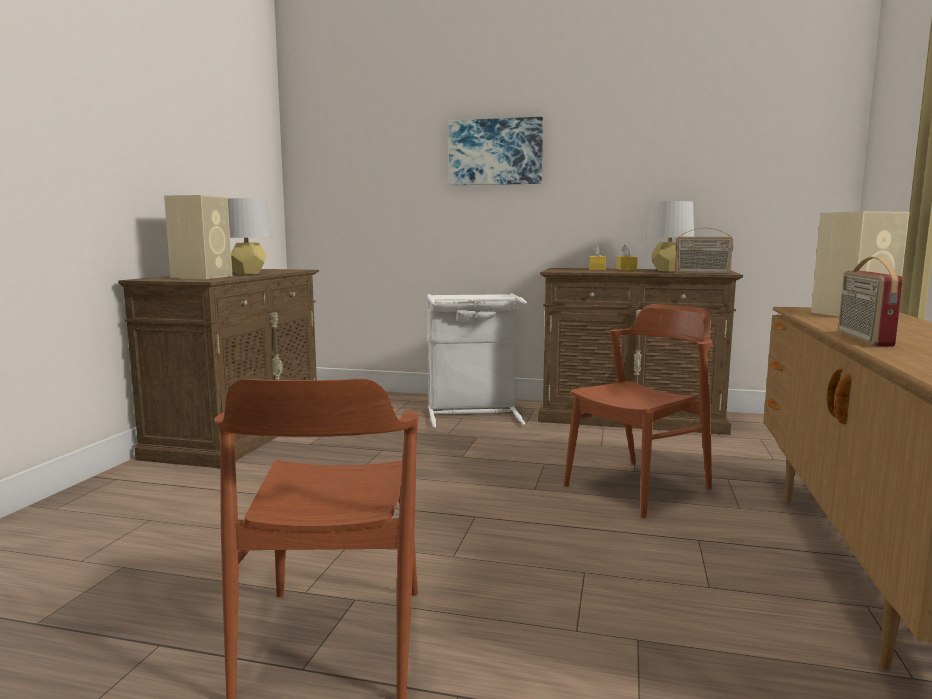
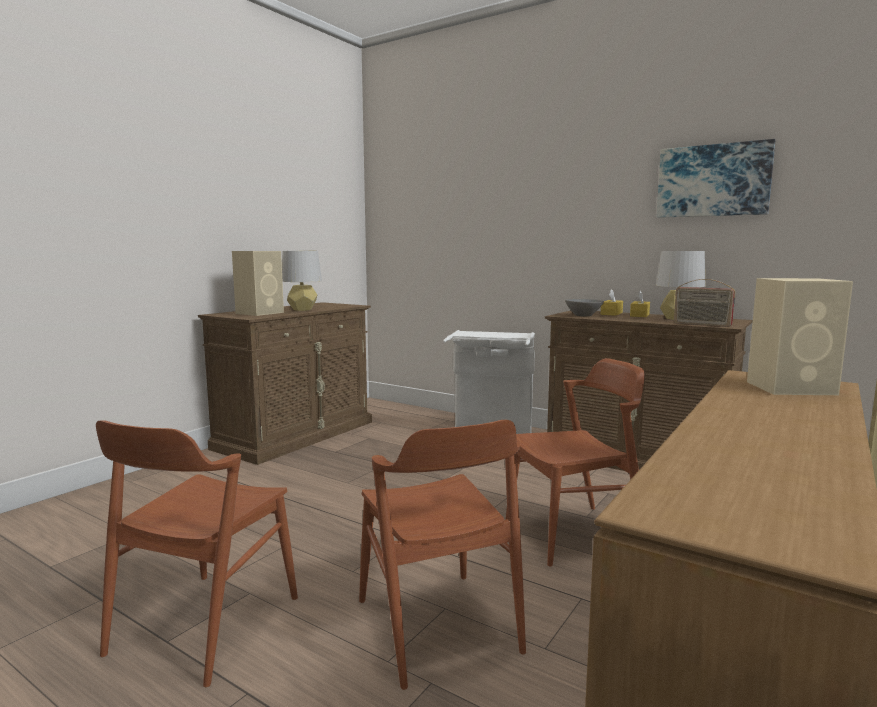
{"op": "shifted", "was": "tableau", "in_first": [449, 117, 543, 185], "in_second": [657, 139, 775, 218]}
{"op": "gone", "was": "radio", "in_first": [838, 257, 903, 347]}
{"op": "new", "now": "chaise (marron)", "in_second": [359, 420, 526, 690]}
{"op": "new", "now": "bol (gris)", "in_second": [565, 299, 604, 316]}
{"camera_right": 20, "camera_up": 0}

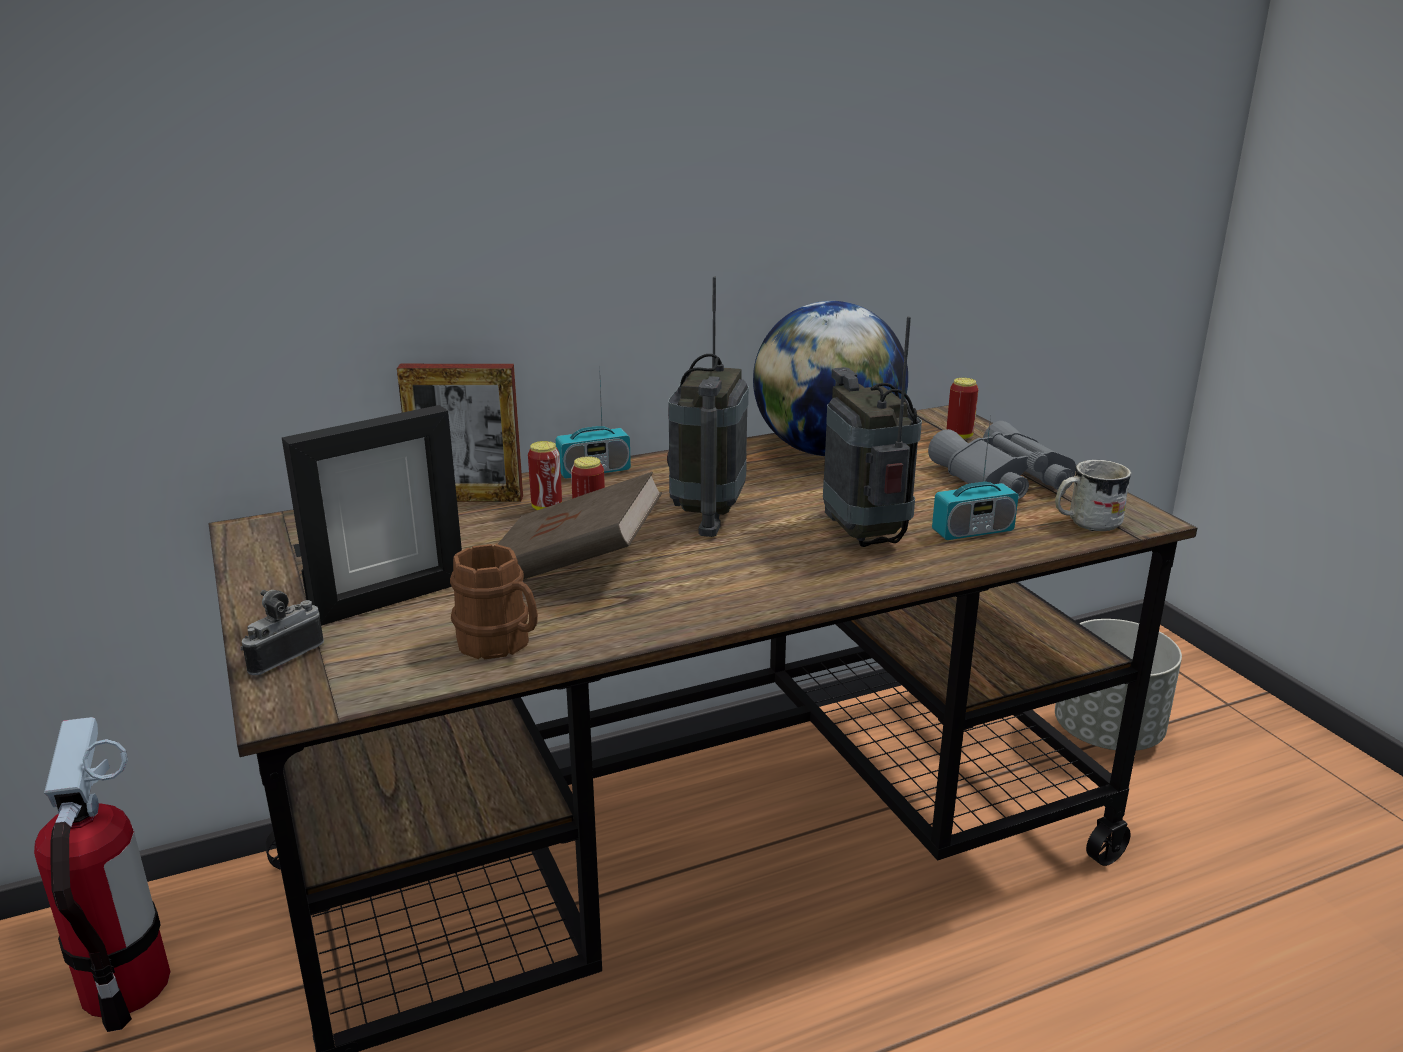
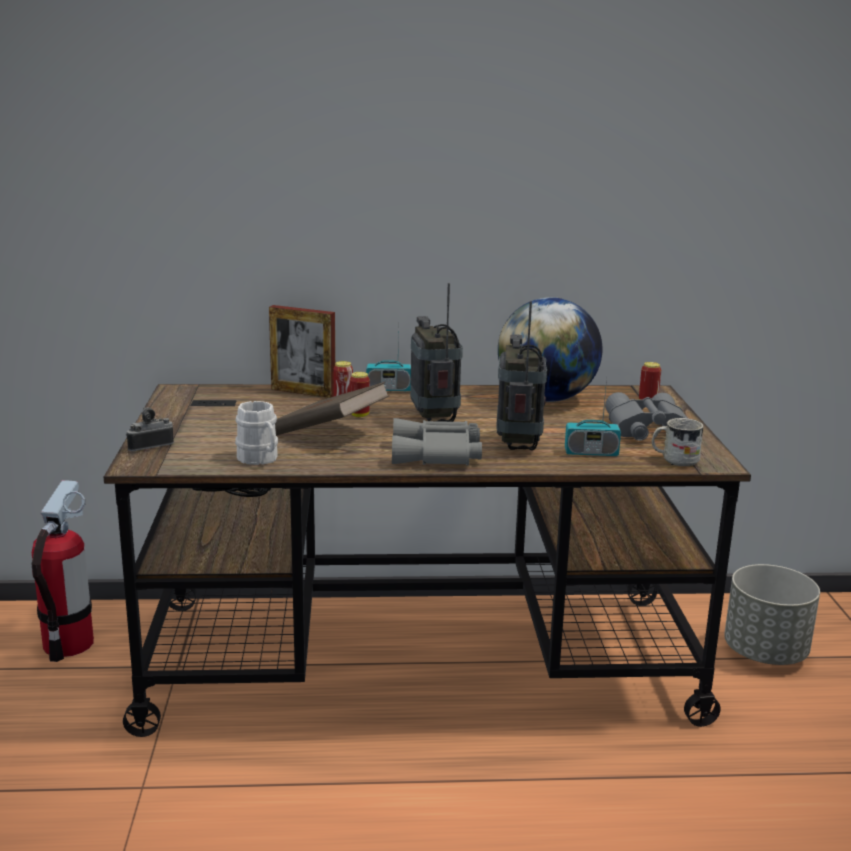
{"op": "gone", "was": "cadre photo", "in_first": [282, 405, 462, 626]}
{"op": "repainted", "was": "mug (marron)", "now": "mug (blanc)", "in_first": [450, 544, 538, 659], "in_second": [235, 401, 278, 465]}
{"op": "rotated", "was": "radio", "in_first": [667, 276, 749, 537], "in_second": [410, 283, 463, 422], "clockwise": 135}
{"op": "new", "now": "jumelles (gris)", "in_second": [392, 418, 482, 465]}
{"camera_right": 20, "camera_up": -5}

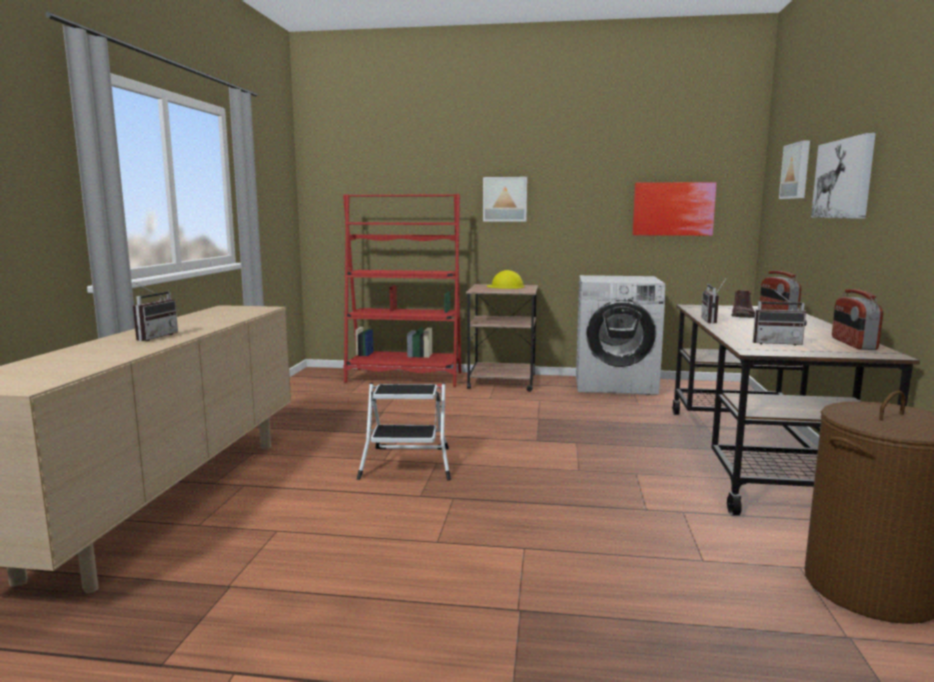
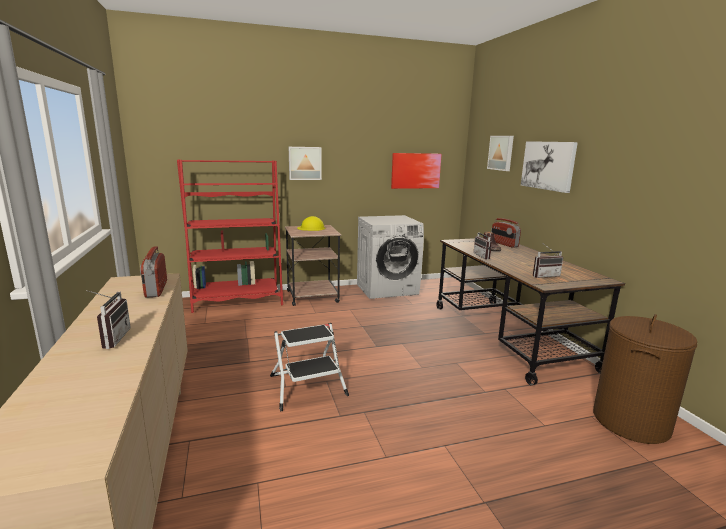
{"op": "shifted", "was": "radio", "in_first": [832, 289, 883, 350], "in_second": [140, 247, 167, 298]}
{"camera_right": -25, "camera_up": 5}

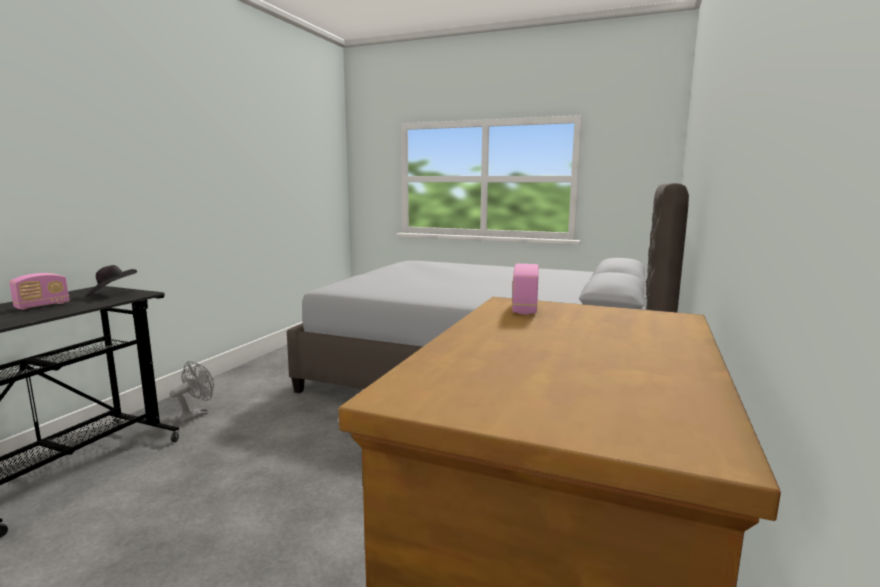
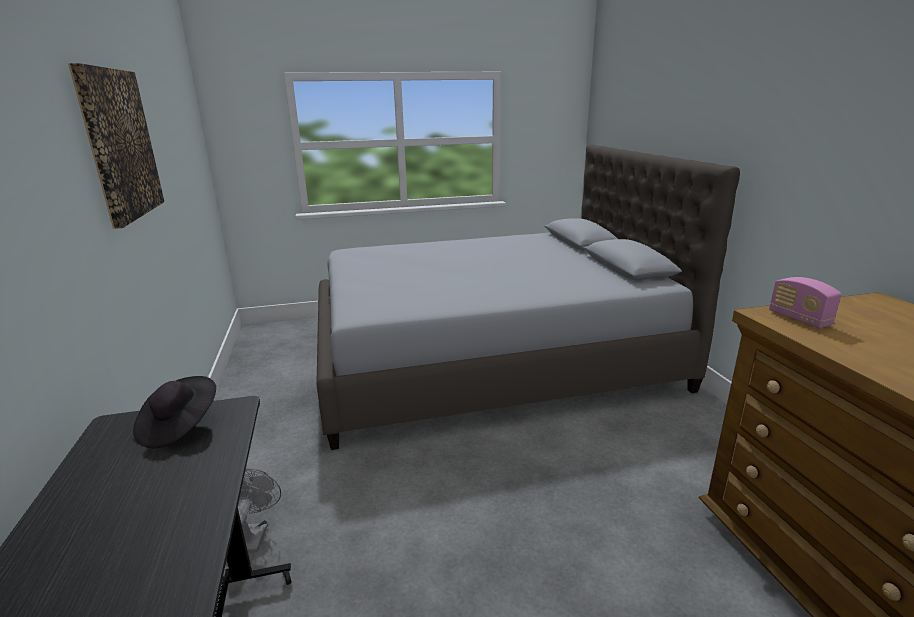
{"op": "gone", "was": "radio", "in_first": [9, 273, 69, 310]}
{"op": "new", "now": "tableau", "in_second": [68, 63, 164, 229]}
{"camera_right": -35, "camera_up": 10}

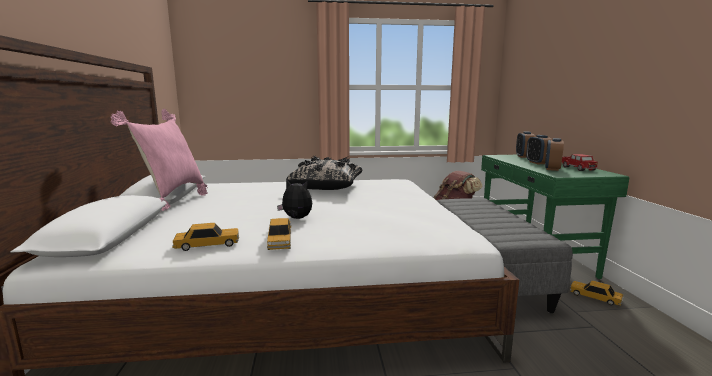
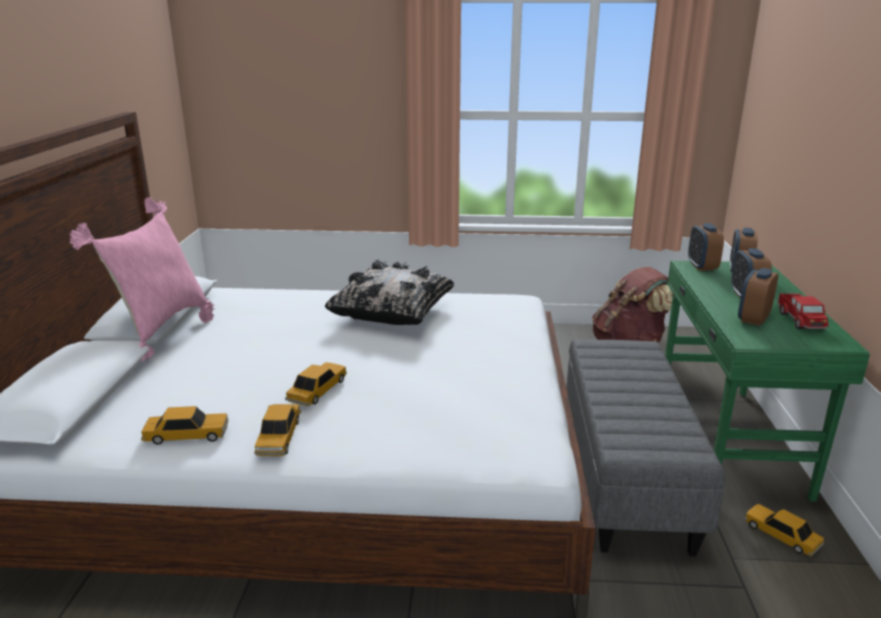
{"op": "swapped", "was": "peluche", "now": "petite voiture", "in_first": [277, 180, 312, 219], "in_second": [285, 362, 347, 406]}
{"op": "new", "now": "réveil", "in_second": [688, 223, 724, 271]}
{"camera_right": 10, "camera_up": 10}

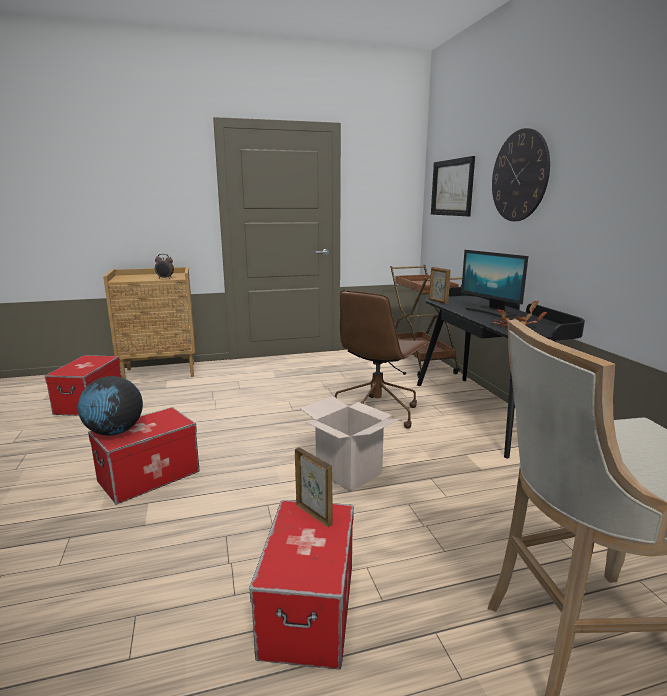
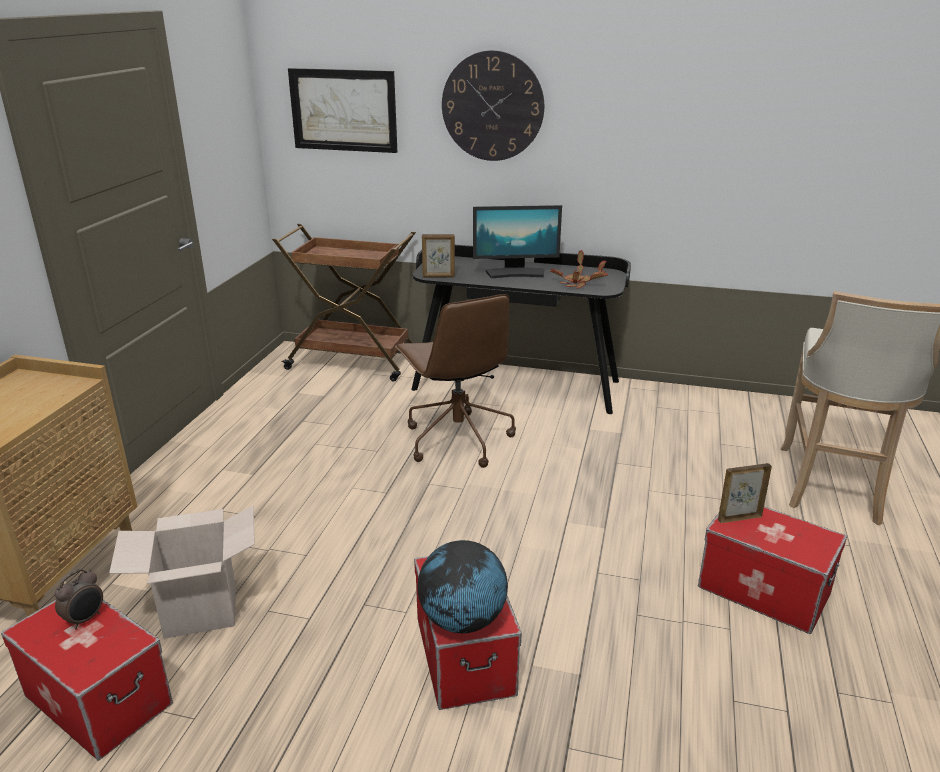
{"op": "shifted", "was": "réveil", "in_first": [155, 254, 174, 279], "in_second": [55, 569, 103, 629]}
{"op": "shifted", "was": "carton", "in_first": [300, 396, 402, 492], "in_second": [109, 506, 255, 639]}
{"camera_right": -60, "camera_up": 10}

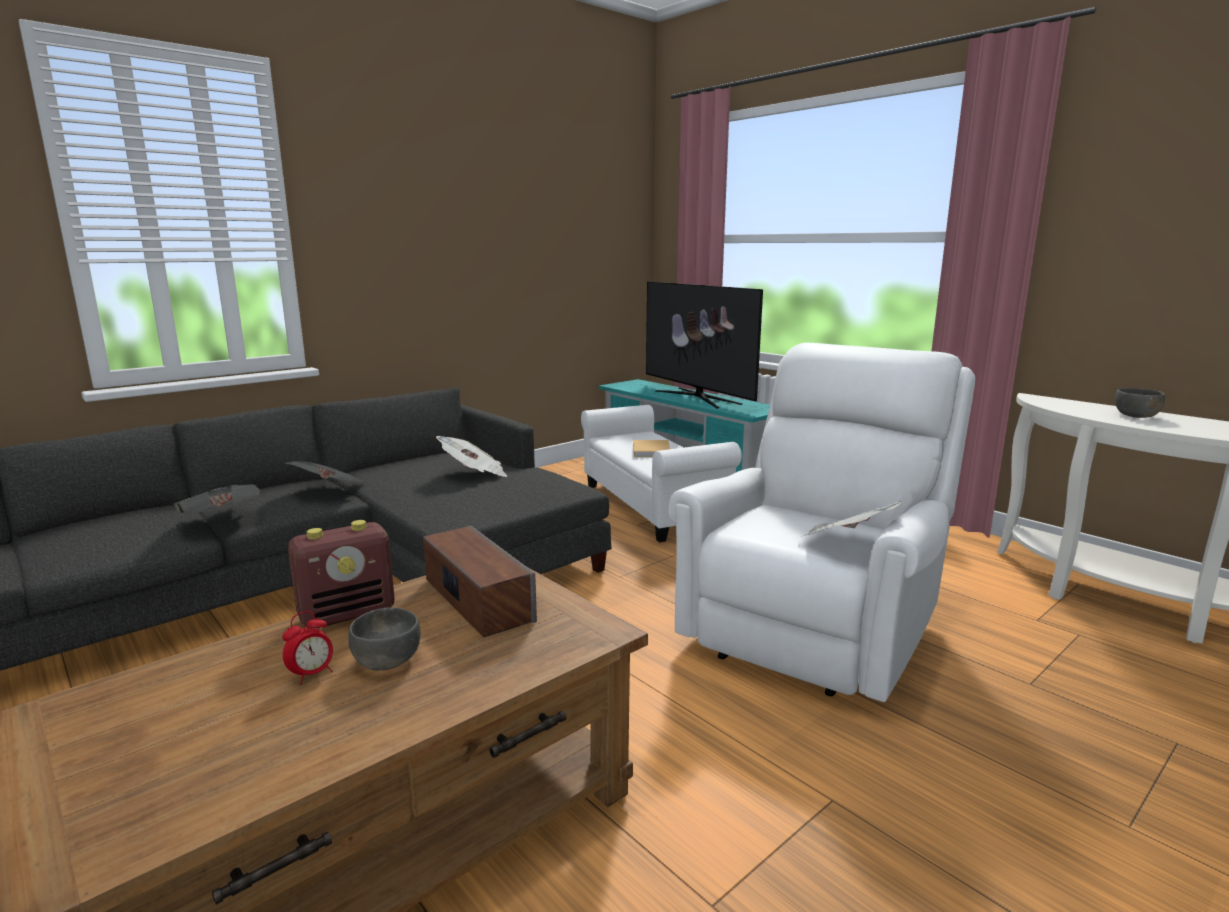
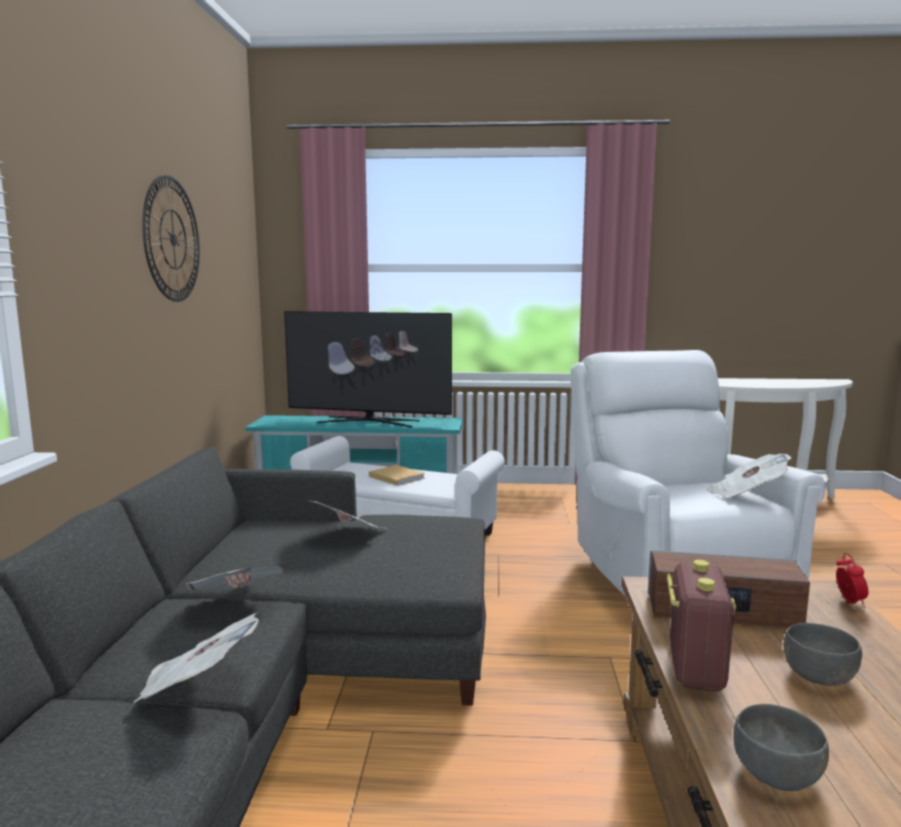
{"op": "shifted", "was": "réveil", "in_first": [282, 611, 333, 685], "in_second": [836, 553, 868, 608]}
{"op": "shifted", "was": "bol (gris)", "in_first": [1115, 388, 1165, 418], "in_second": [733, 704, 829, 791]}
{"op": "new", "now": "horloge murale", "in_second": [142, 175, 200, 302]}
{"camera_right": -45, "camera_up": -5}

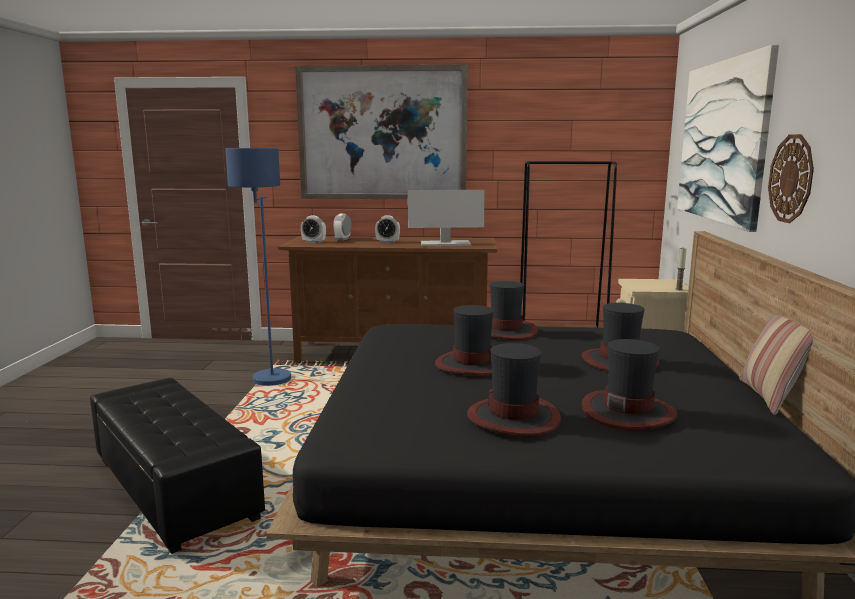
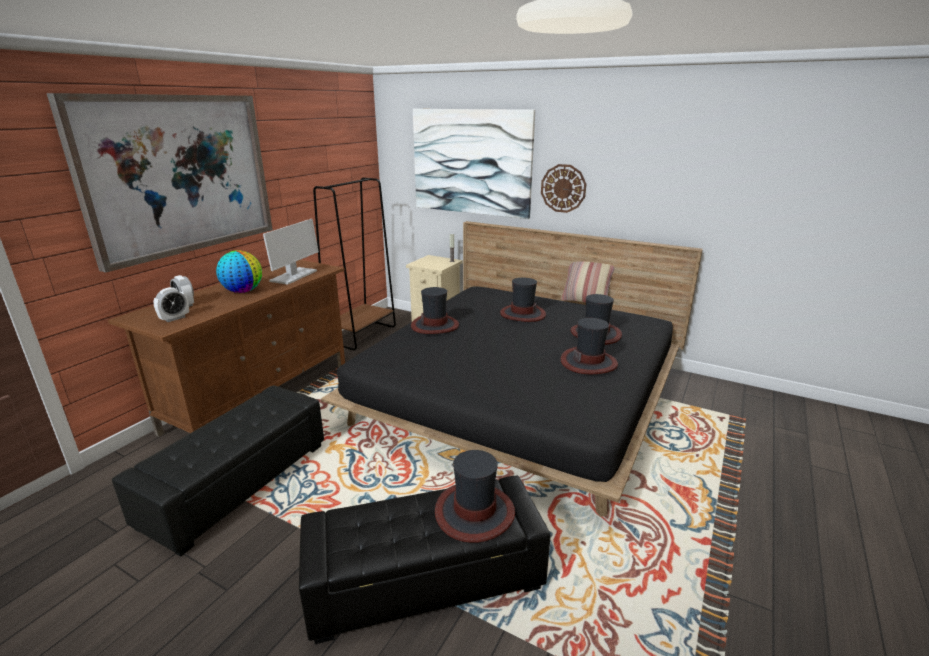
{"op": "swapped", "was": "lampadaire (bleu)", "now": "pouf (noir)", "in_first": [225, 148, 291, 386], "in_second": [112, 386, 324, 557]}
{"op": "swapped", "was": "réveil", "now": "globe", "in_first": [375, 215, 400, 243], "in_second": [216, 250, 262, 293]}
{"op": "shifted", "was": "chapeau", "in_first": [435, 305, 494, 376], "in_second": [435, 450, 515, 543]}
{"camera_right": -65, "camera_up": 10}

